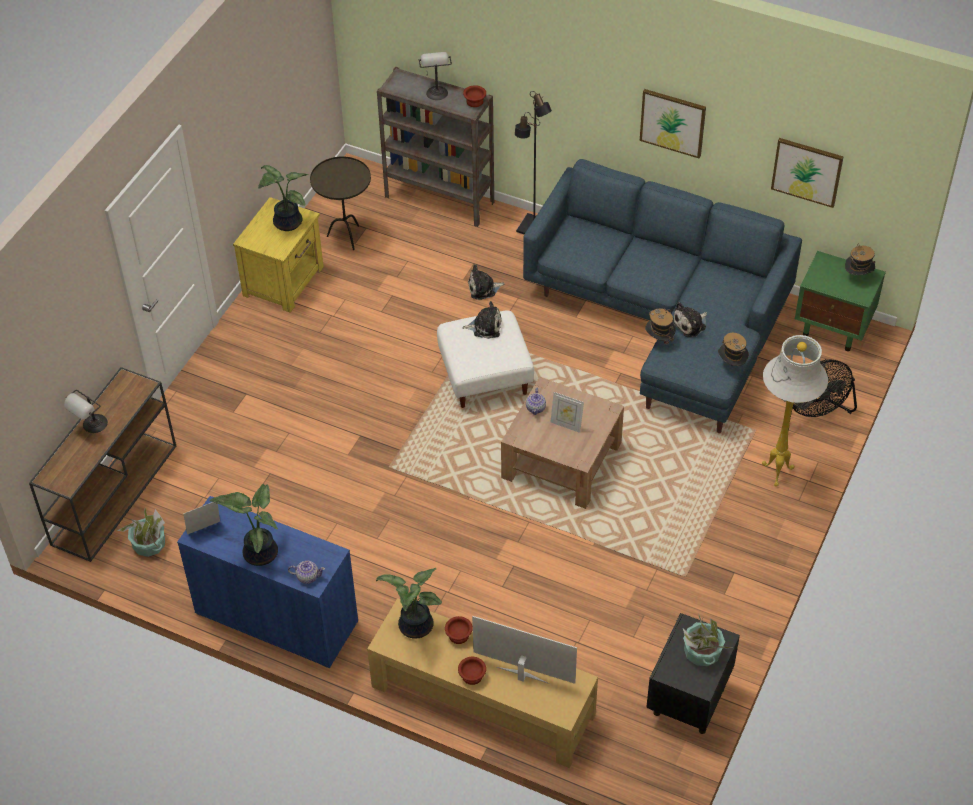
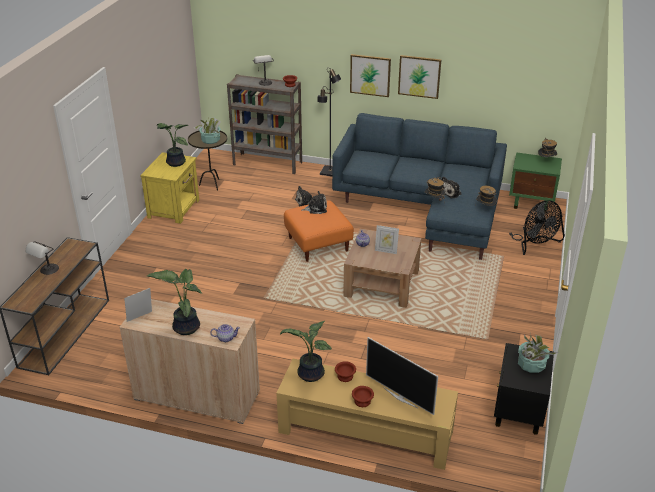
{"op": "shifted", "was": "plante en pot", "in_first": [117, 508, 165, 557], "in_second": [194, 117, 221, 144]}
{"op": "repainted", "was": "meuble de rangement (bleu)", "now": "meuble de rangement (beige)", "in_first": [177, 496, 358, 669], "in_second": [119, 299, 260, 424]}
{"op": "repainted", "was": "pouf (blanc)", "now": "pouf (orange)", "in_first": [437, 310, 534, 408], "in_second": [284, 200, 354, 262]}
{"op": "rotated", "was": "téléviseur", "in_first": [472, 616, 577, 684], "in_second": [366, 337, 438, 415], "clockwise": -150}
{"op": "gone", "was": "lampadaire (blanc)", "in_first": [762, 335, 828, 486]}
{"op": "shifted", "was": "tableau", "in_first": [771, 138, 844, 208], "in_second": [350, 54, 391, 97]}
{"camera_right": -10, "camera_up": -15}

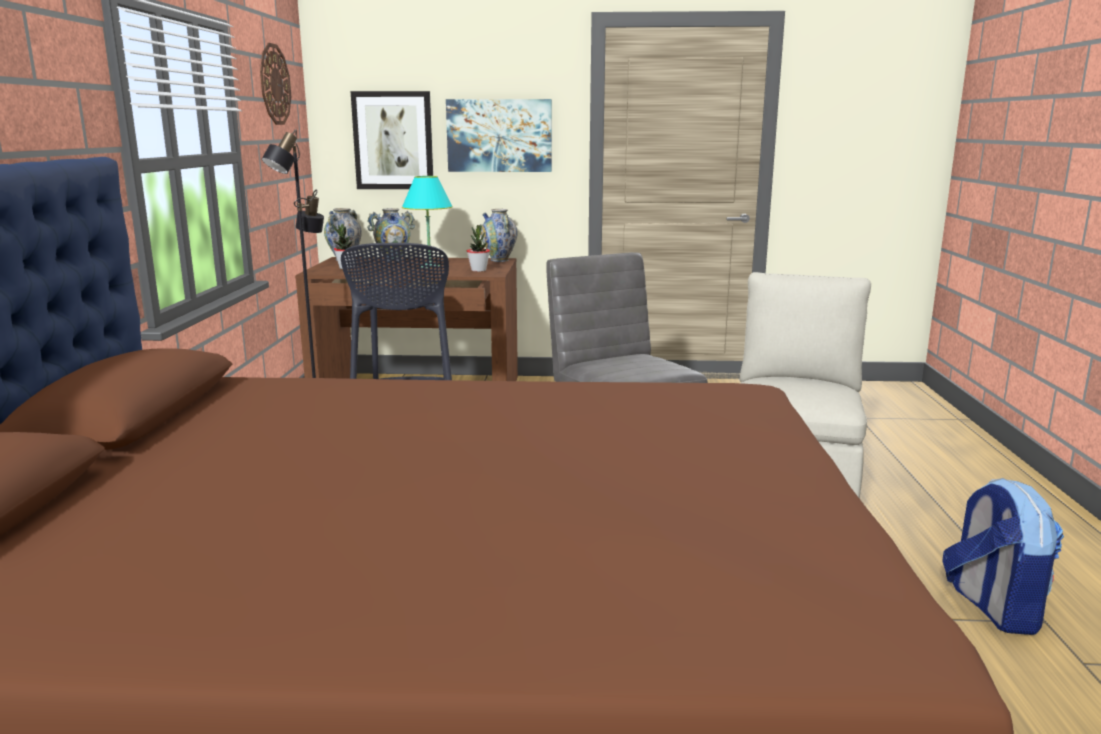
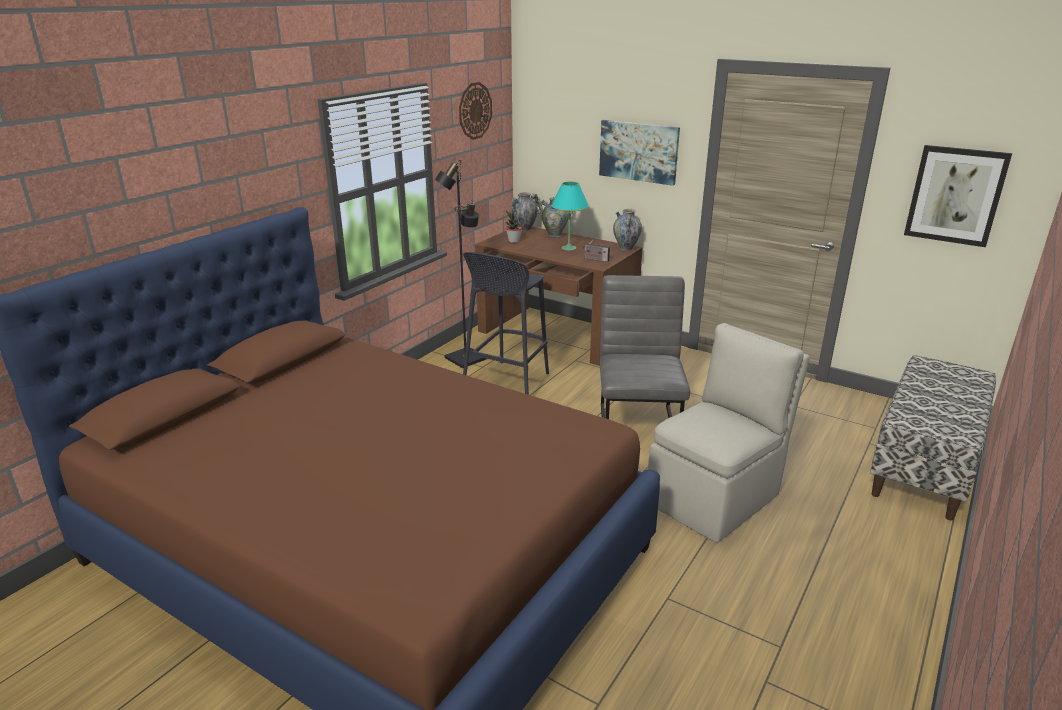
{"op": "shifted", "was": "tableau", "in_first": [351, 91, 433, 189], "in_second": [904, 145, 1012, 247]}
{"op": "swapped", "was": "plante en pot", "now": "radio", "in_first": [467, 224, 490, 272], "in_second": [583, 237, 610, 262]}
{"op": "gone", "was": "sac à dos", "in_first": [942, 478, 1064, 635]}
{"op": "new", "now": "banc", "in_second": [870, 355, 996, 520]}
{"camera_right": 30, "camera_up": 10}

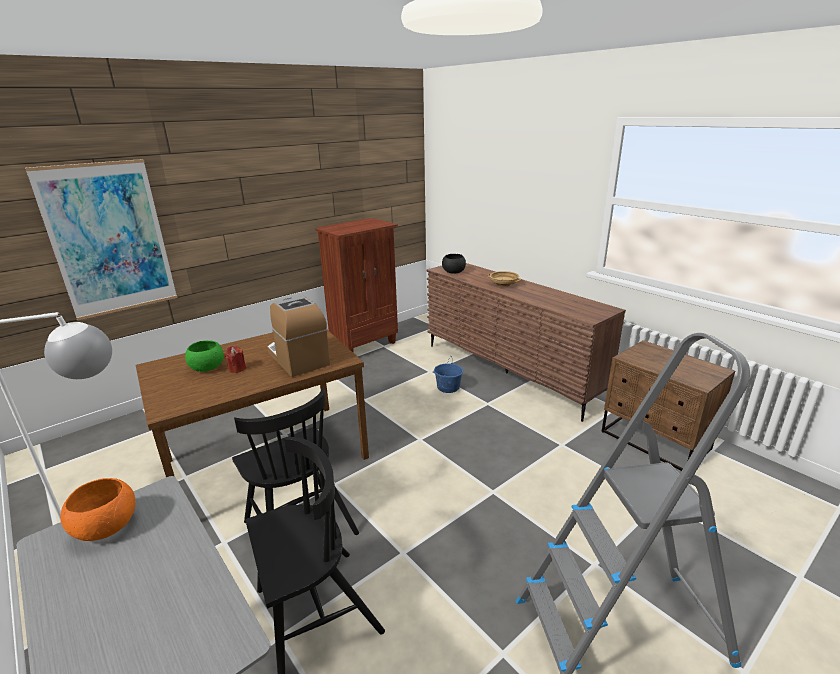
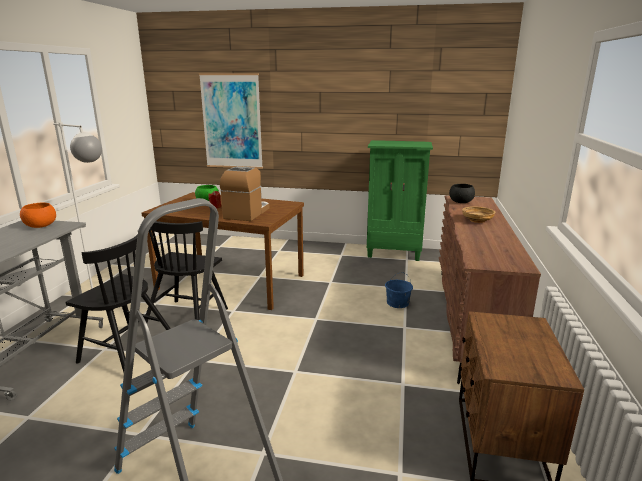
{"op": "repainted", "was": "meuble de rangement (marron)", "now": "meuble de rangement (vert)", "in_first": [315, 218, 398, 352], "in_second": [367, 140, 433, 261]}
{"camera_right": 50, "camera_up": -5}

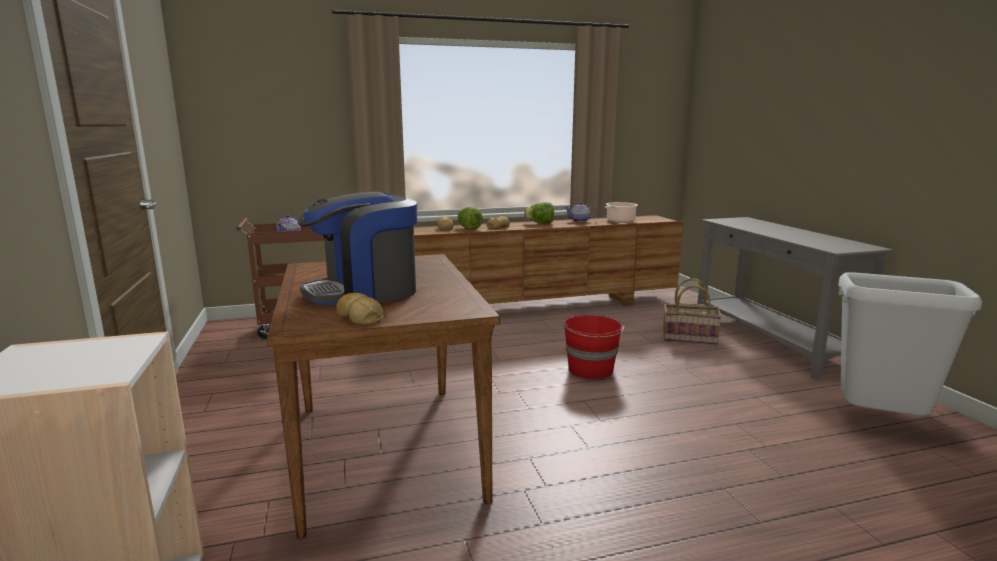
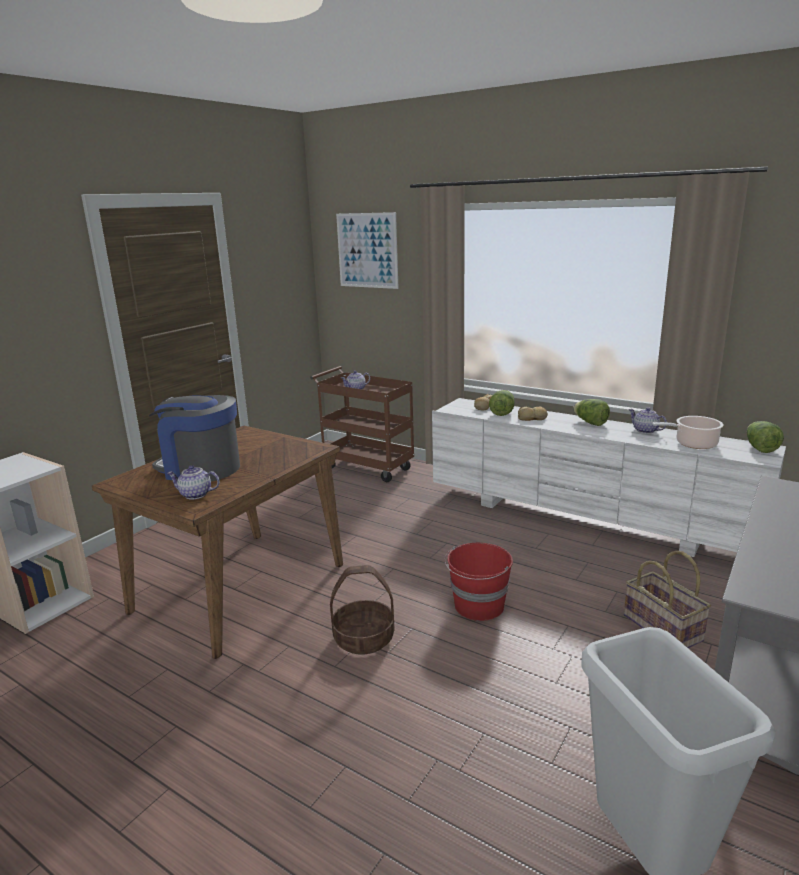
{"op": "gone", "was": "pain", "in_first": [336, 293, 383, 326]}
{"op": "repainted", "was": "meuble de rangement (marron)", "now": "meuble de rangement (blanc)", "in_first": [414, 215, 683, 305], "in_second": [432, 398, 786, 557]}
{"op": "new", "now": "théière", "in_second": [167, 465, 220, 499]}
{"op": "new", "now": "panier", "in_second": [330, 565, 394, 655]}
{"op": "new", "now": "tableau", "in_second": [336, 212, 399, 289]}
{"op": "new", "now": "laitue", "in_second": [747, 421, 784, 453]}
{"camera_right": 50, "camera_up": 5}

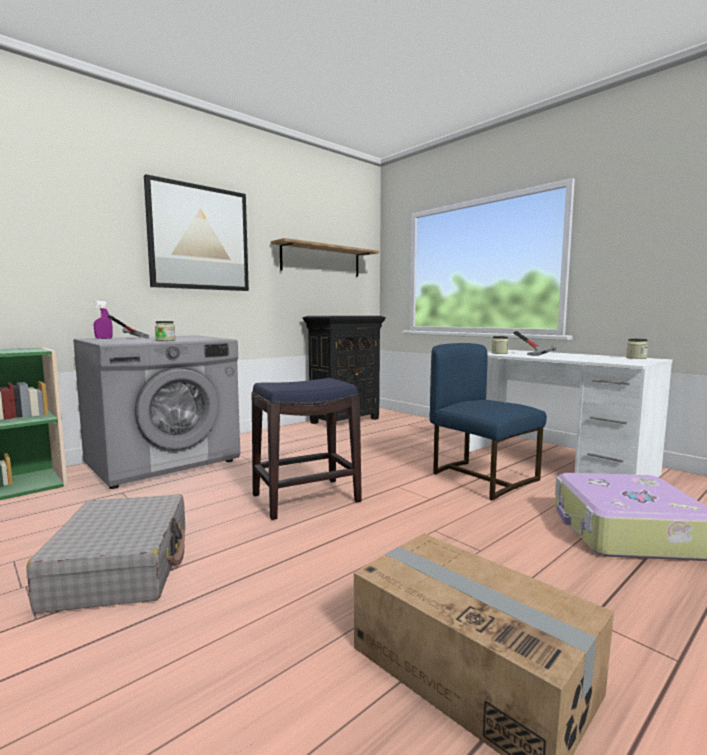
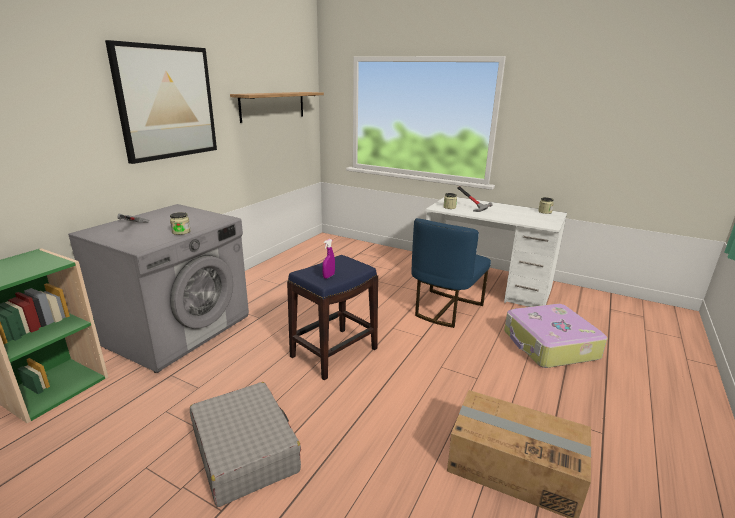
{"op": "shifted", "was": "vaporisateur (violet)", "in_first": [94, 300, 113, 339], "in_second": [322, 239, 335, 279]}
{"op": "gone", "was": "meuble de rangement (noir)", "in_first": [302, 316, 386, 424]}
{"op": "rotated", "was": "chaise (bleu)", "in_first": [430, 343, 547, 501], "in_second": [411, 218, 491, 328], "clockwise": -90}
{"camera_right": -20, "camera_up": 15}

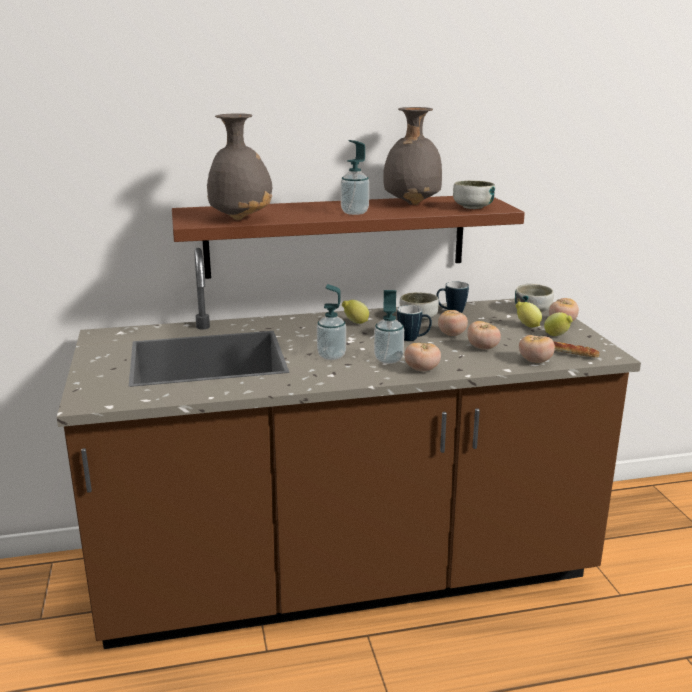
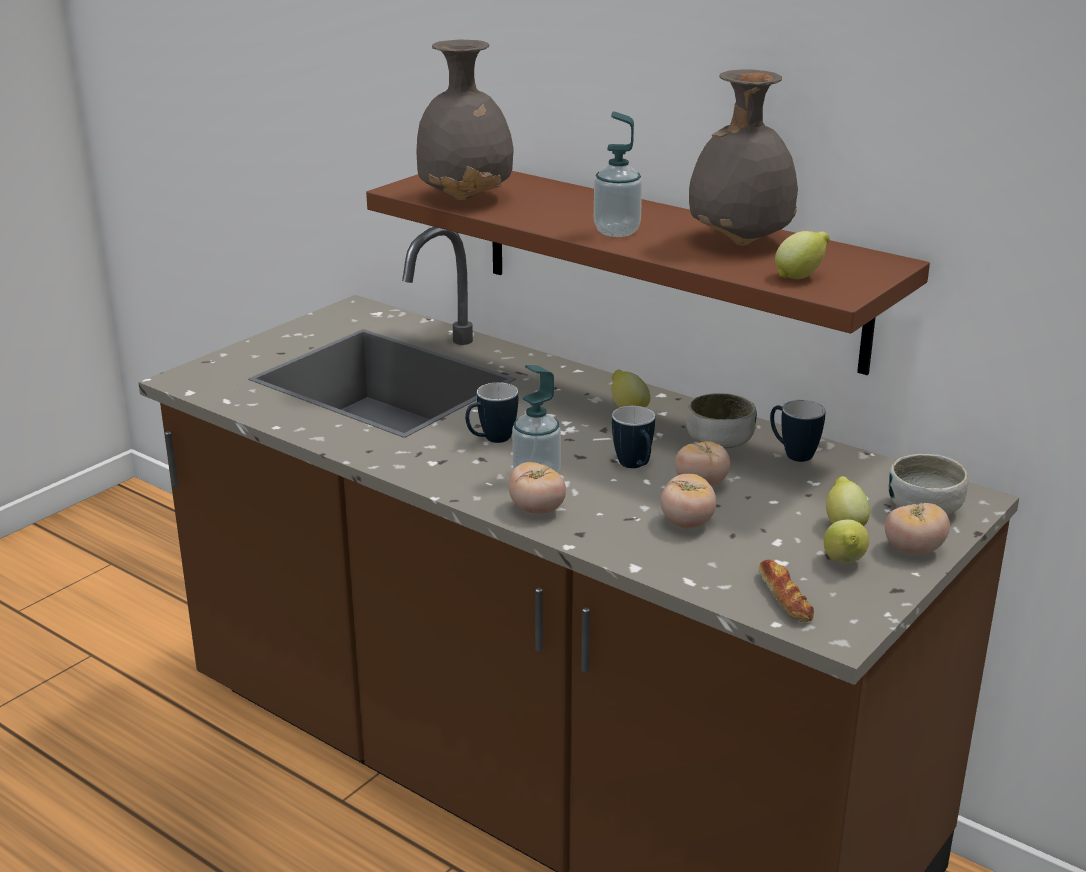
{"op": "swapped", "was": "distributeur de savon", "now": "mug", "in_first": [317, 284, 346, 360], "in_second": [465, 382, 518, 443]}
{"op": "swapped", "was": "bol", "now": "citron", "in_first": [453, 181, 495, 209], "in_second": [775, 231, 830, 279]}
{"op": "gone", "was": "tomate", "in_first": [519, 335, 555, 363]}
{"camera_right": 50, "camera_up": 5}

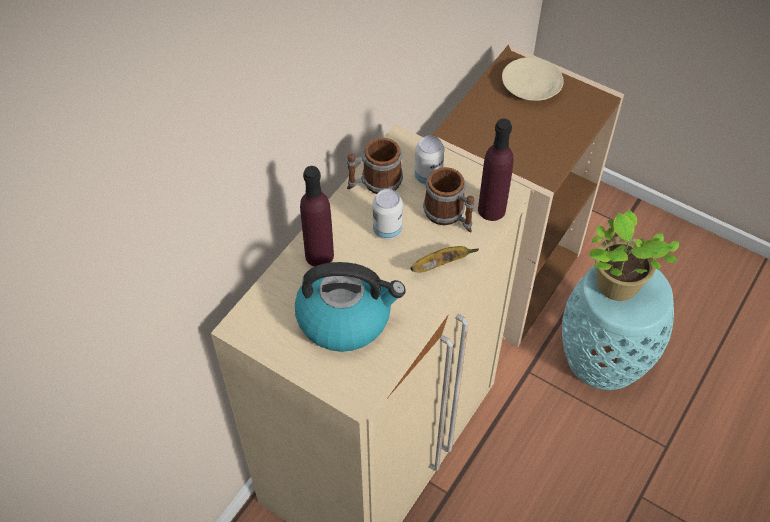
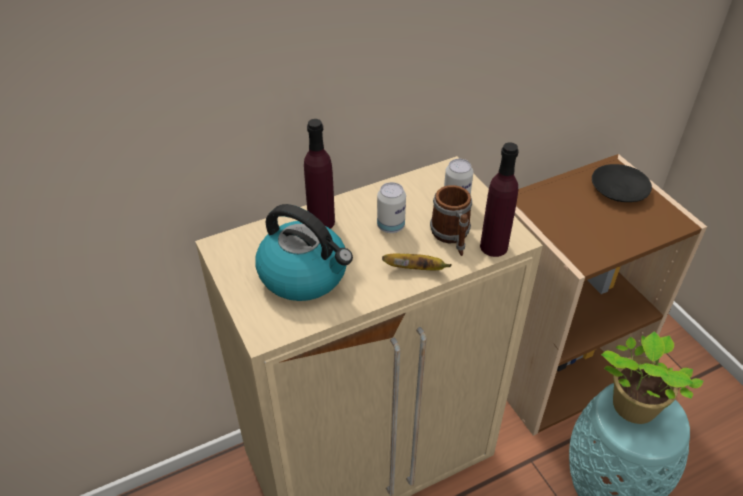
{"op": "gone", "was": "mug", "in_first": [347, 138, 403, 194]}
{"op": "repainted", "was": "assiette (beige)", "now": "assiette (noir)", "in_first": [502, 57, 564, 101], "in_second": [592, 164, 652, 202]}
{"camera_right": 30, "camera_up": -10}

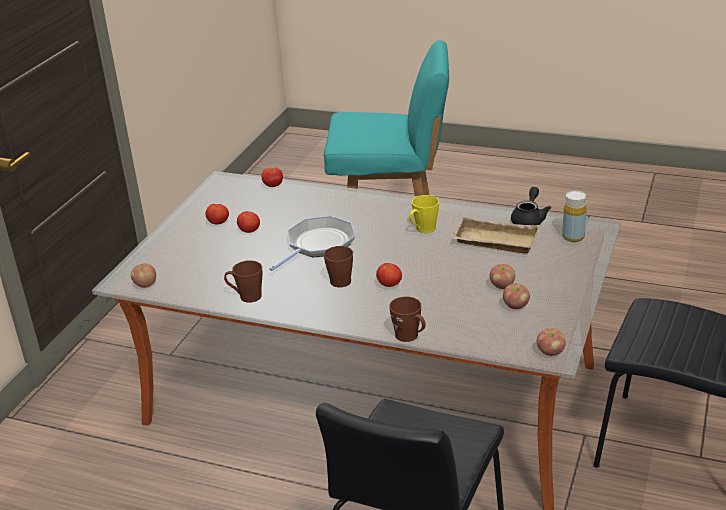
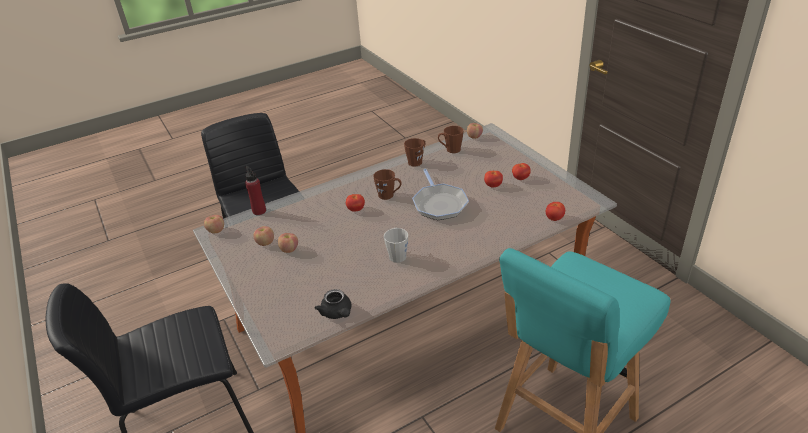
{"op": "shifted", "was": "mug (marron)", "in_first": [389, 297, 426, 342], "in_second": [438, 126, 463, 153]}
{"op": "repainted", "was": "mug (jaune)", "now": "mug (gris)", "in_first": [409, 195, 439, 233], "in_second": [384, 228, 408, 263]}
{"op": "gone", "was": "plateau (beige)", "in_first": [452, 217, 541, 254]}
{"op": "gone", "was": "bouteille (jaune)", "in_first": [562, 191, 587, 242]}
{"op": "new", "now": "bouteille (rouge)", "in_second": [245, 166, 266, 215]}
{"camera_right": 130, "camera_up": 5}

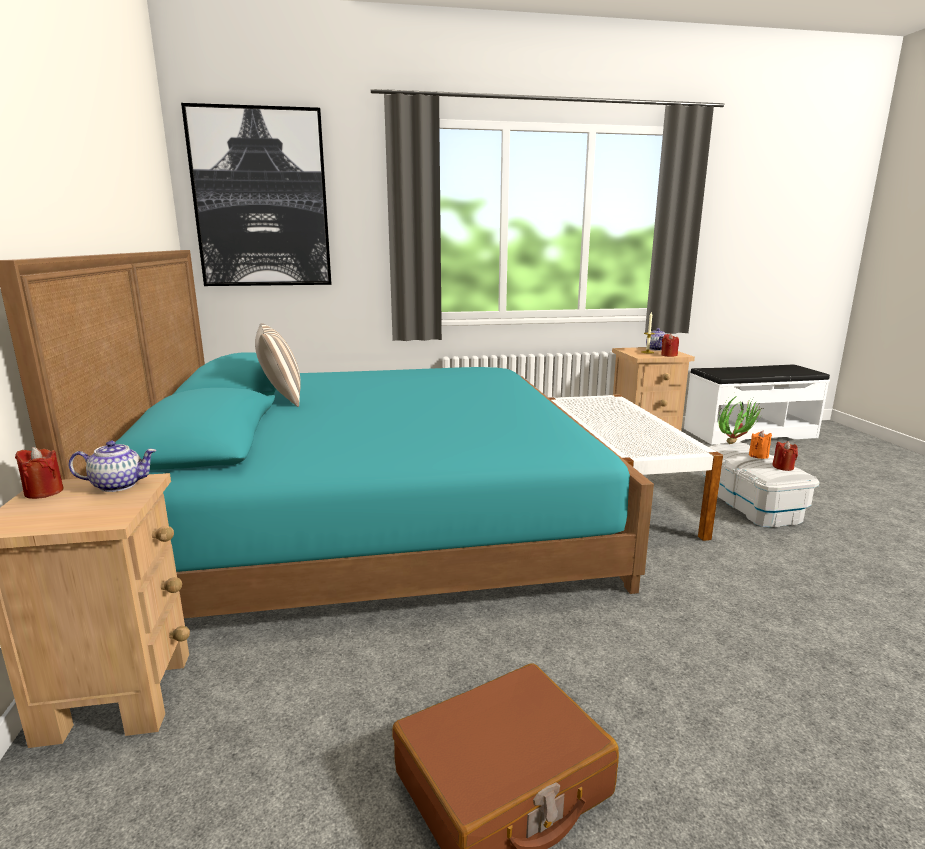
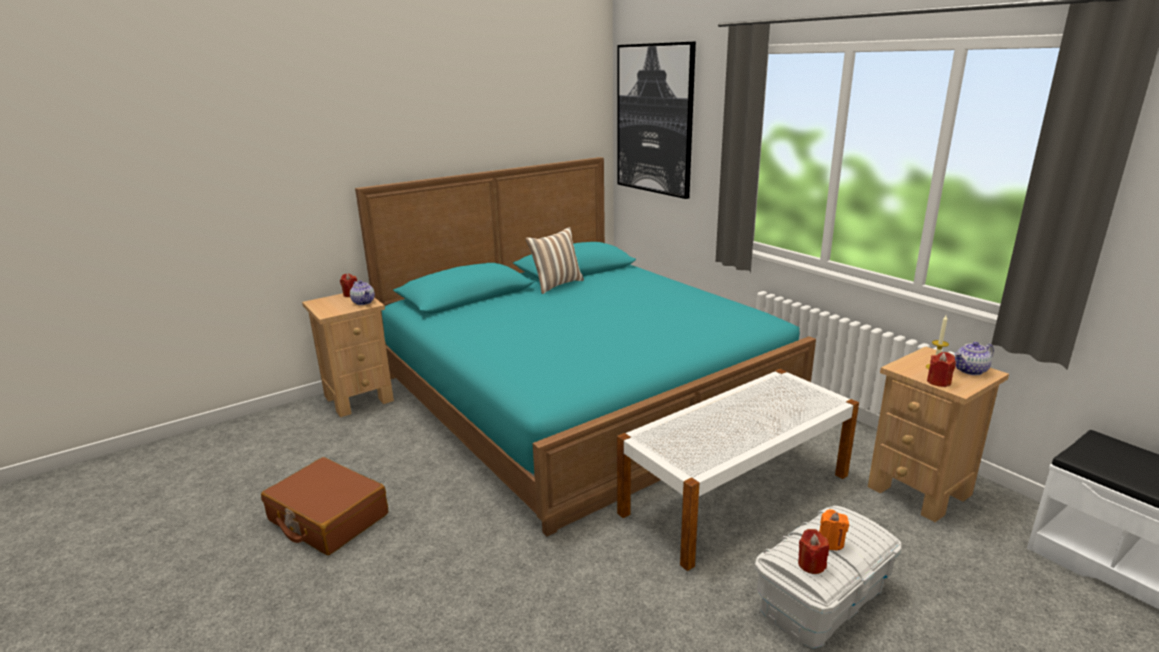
{"op": "gone", "was": "plante en pot", "in_first": [718, 397, 764, 444]}
{"camera_right": 65, "camera_up": 5}

